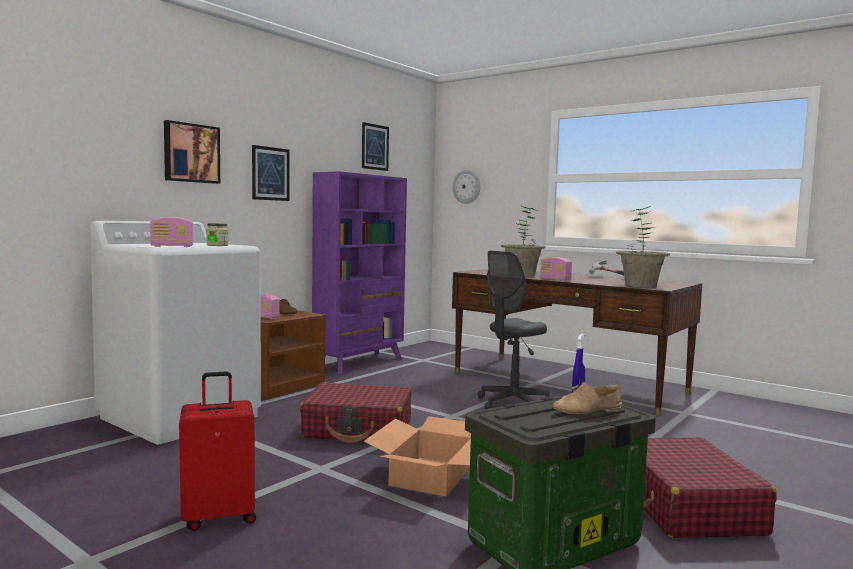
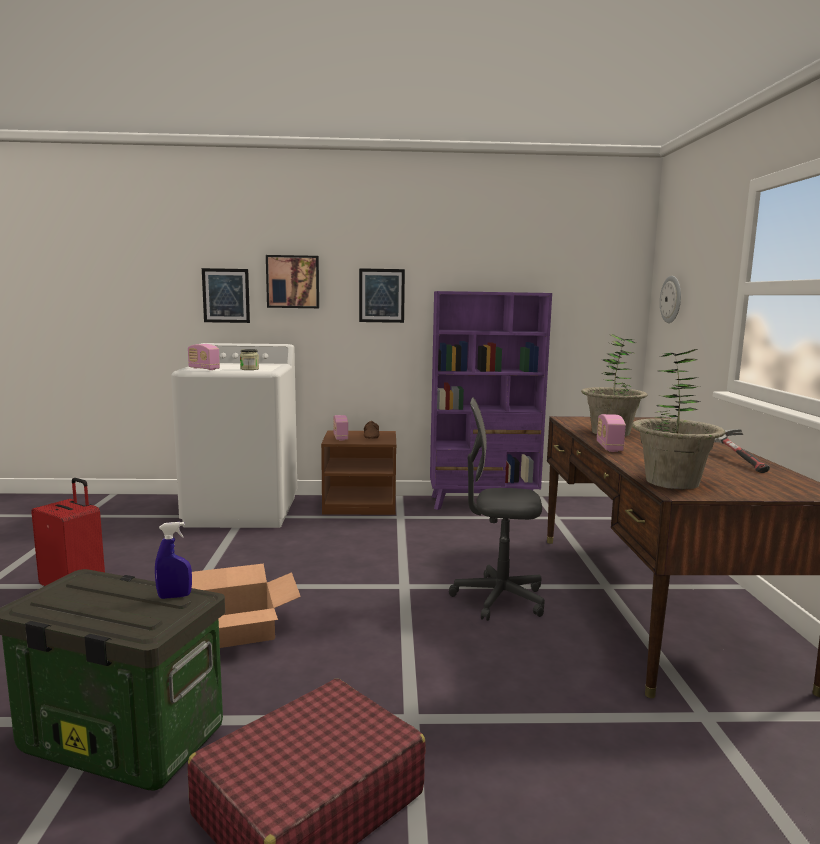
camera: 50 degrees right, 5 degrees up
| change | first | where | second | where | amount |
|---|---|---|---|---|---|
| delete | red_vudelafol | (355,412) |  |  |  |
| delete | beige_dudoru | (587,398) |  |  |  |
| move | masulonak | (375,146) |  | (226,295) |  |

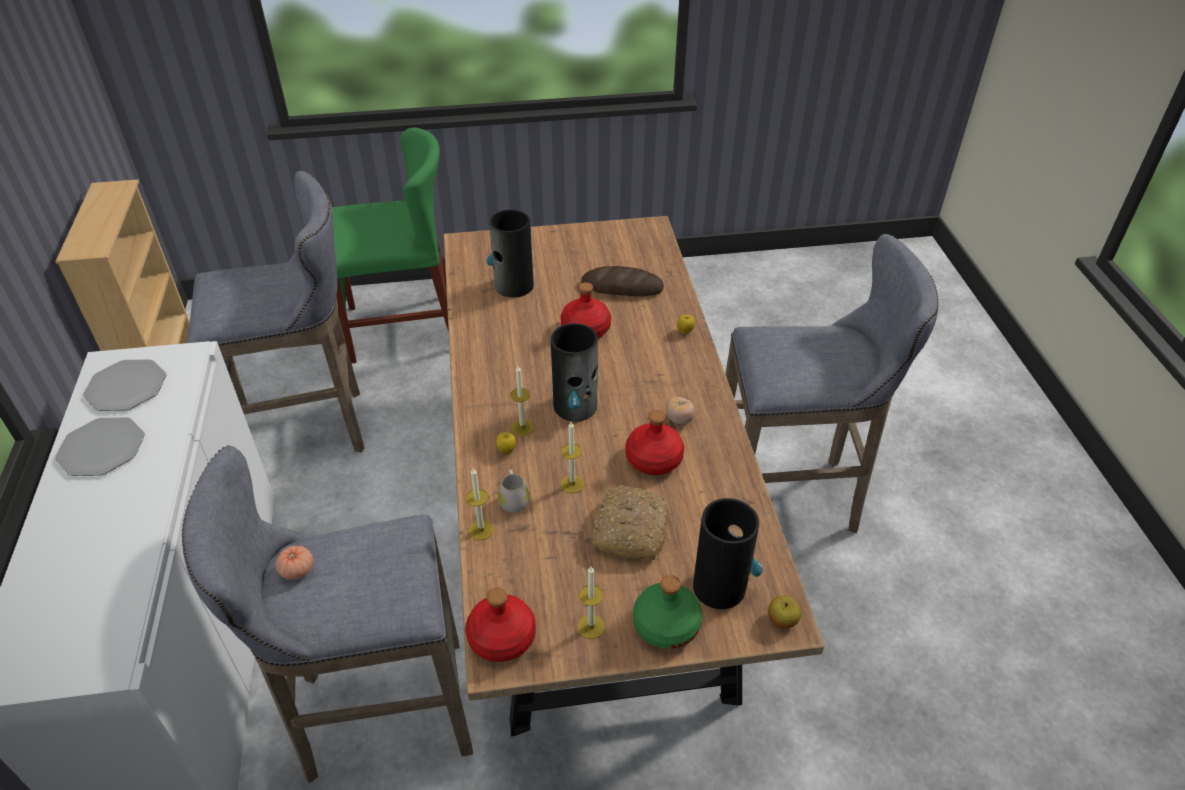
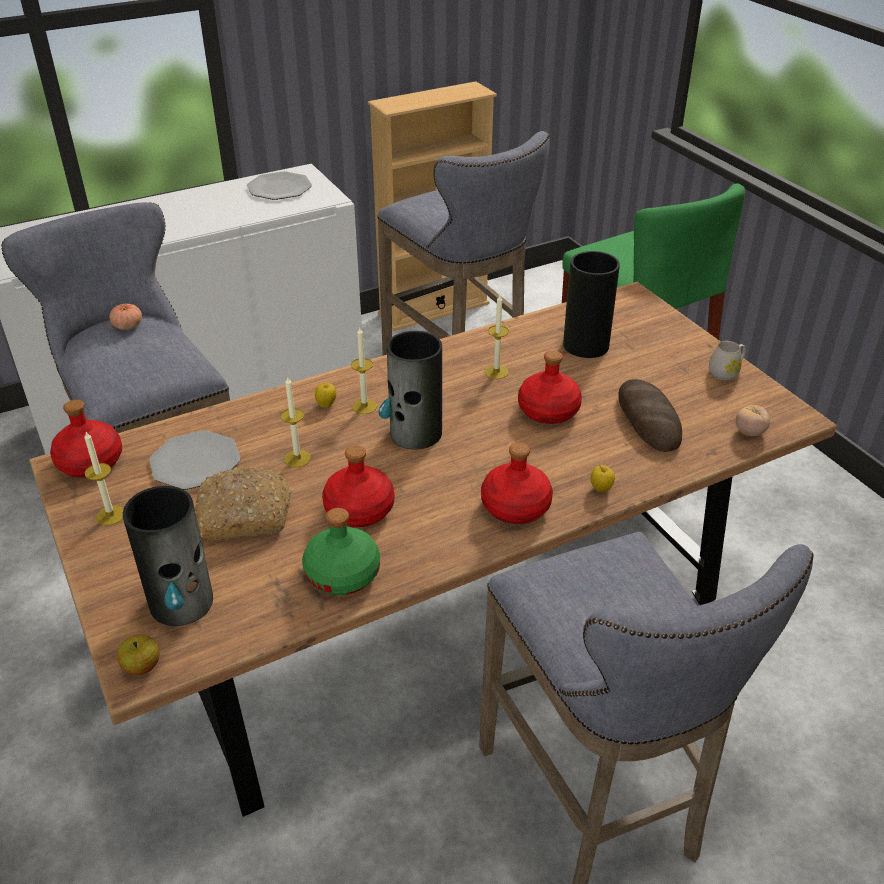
camera: 70 degrees right, 5 degrees down
| change | first | where | second | where | amount |
|---|---|---|---|---|---|
| insert |  |  | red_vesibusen | (517,483) |  |
| move | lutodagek | (100,446) |  | (195,460) |  |
| move | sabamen | (480,504) |  | (497,337) |  |
| move | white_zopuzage | (514,491) |  | (727,360) |  |
| move | green_vesibusen | (667,612) |  | (341,551) |  |
| move | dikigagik | (680,410) |  | (753,420) |  |

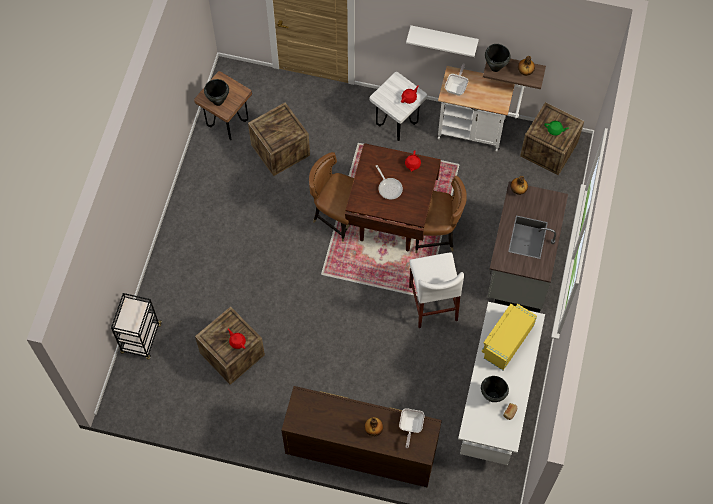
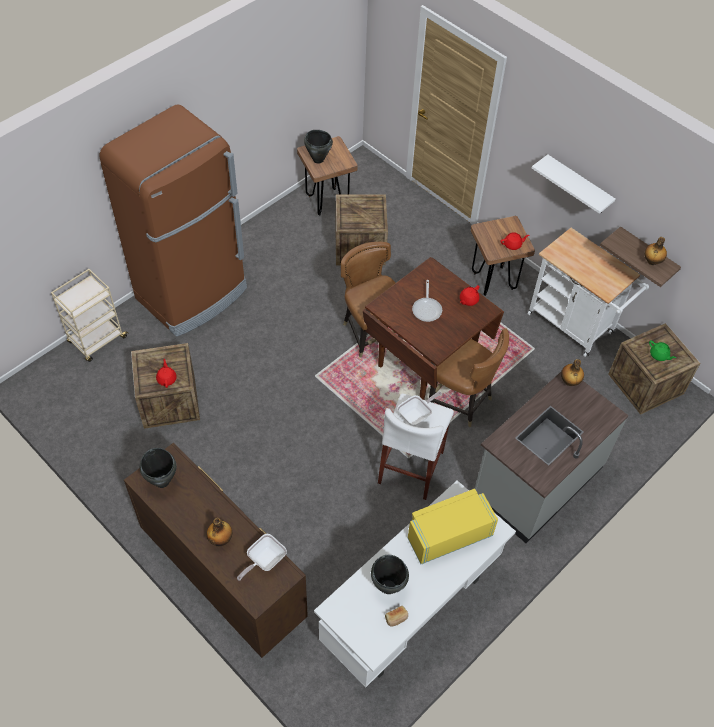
camera: 30 degrees right, 10 degrees down
| change | first | where | second | where | amount |
|---|---|---|---|---|---|
| insert |  |  | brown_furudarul | (173,221) |  |
| move | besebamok | (456,80) |  | (419,408) |  |
| move | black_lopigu | (498,58) |  | (158,468) |  |
| recolor | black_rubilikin | (136,326) | beige_rubilikin | (89,315) |  |
| recolor | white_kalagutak | (398,106) | brown_kalagutak | (503,256) |  |

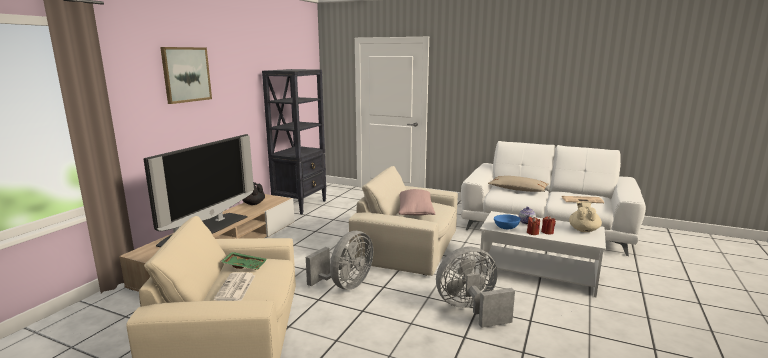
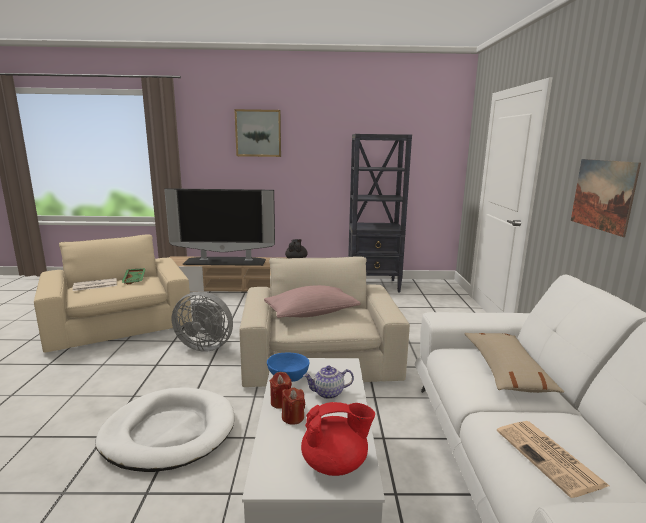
camera: 65 degrees right, 0 degrees up
| change | first | where | second | where | amount |
|---|---|---|---|---|---|
| insert |  |  | masulonak | (606,198) |  |
| replace | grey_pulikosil | (475,287) | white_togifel | (164,429) |  |
| recolor | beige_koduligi | (585,217) | red_koduligi | (338,439) |  |

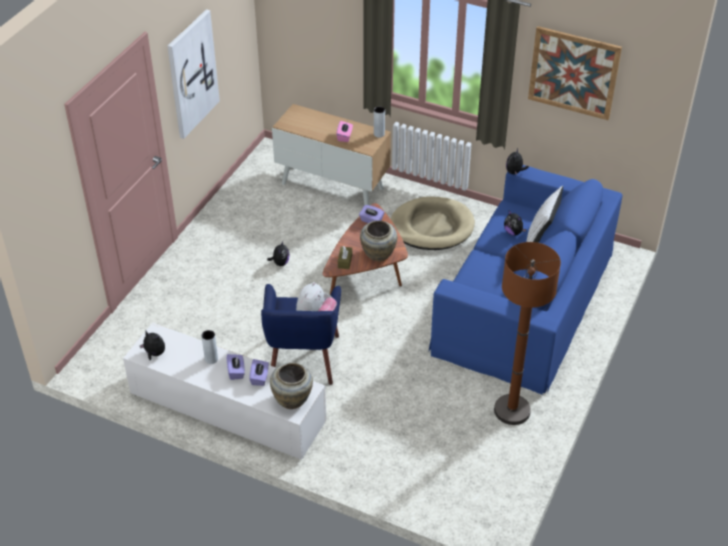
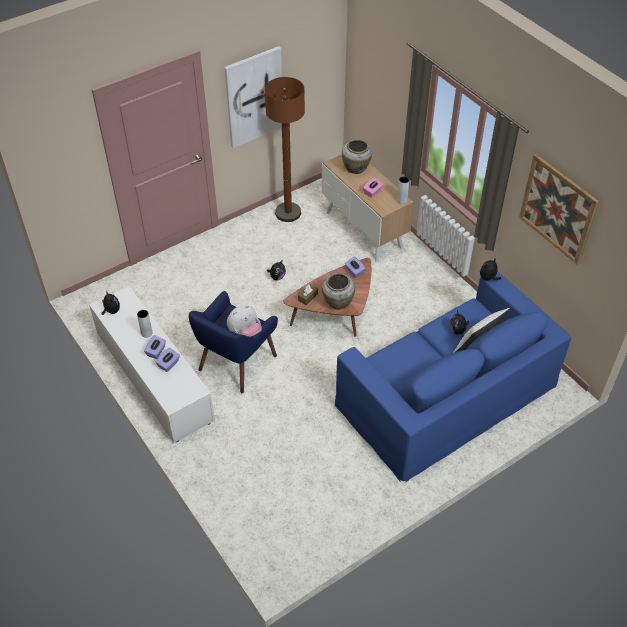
camera: 30 degrees right, 5 degrees up
| change | first | where | second | where | amount |
|---|---|---|---|---|---|
| delete | beige_togifel | (432,223) |  |  |  |
| move | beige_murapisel | (291,386) |  | (357,157) |  |
| move | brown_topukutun | (527,333) |  | (285,149) |  |

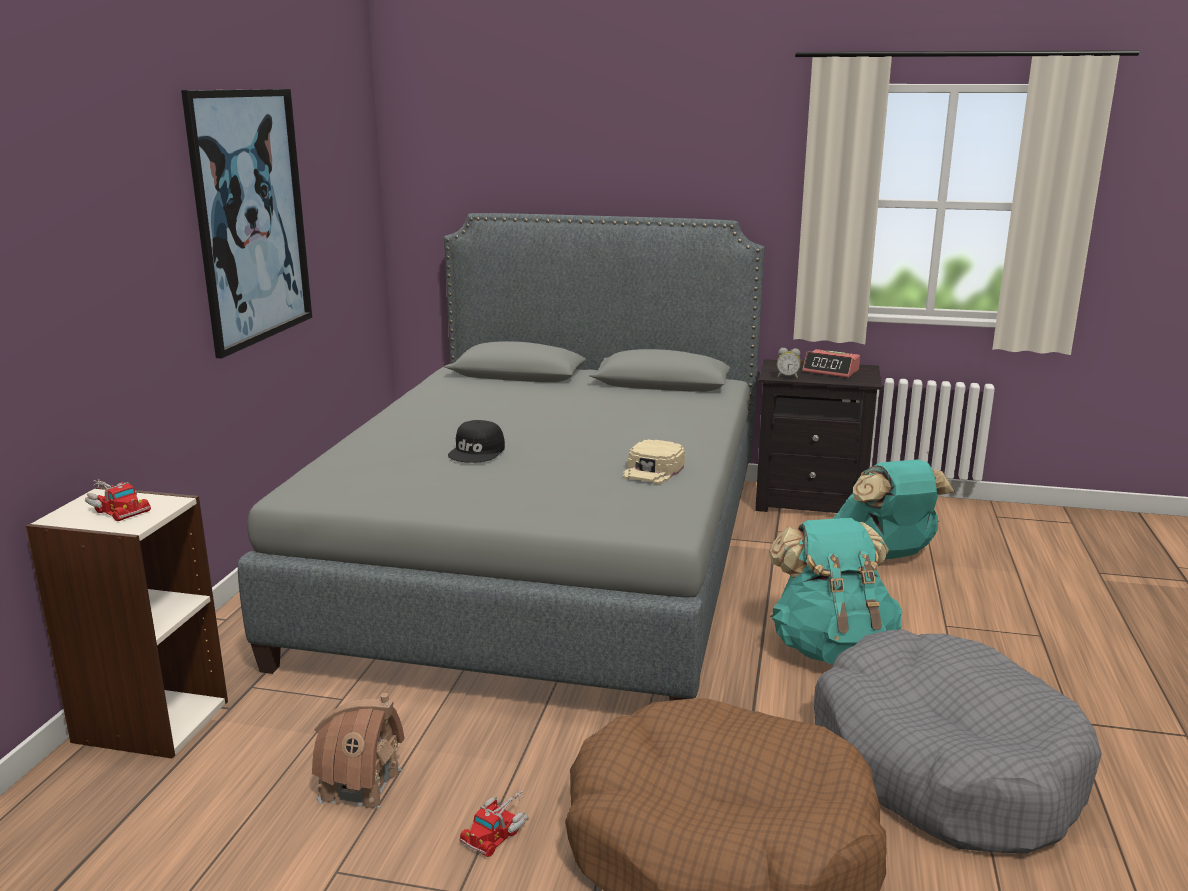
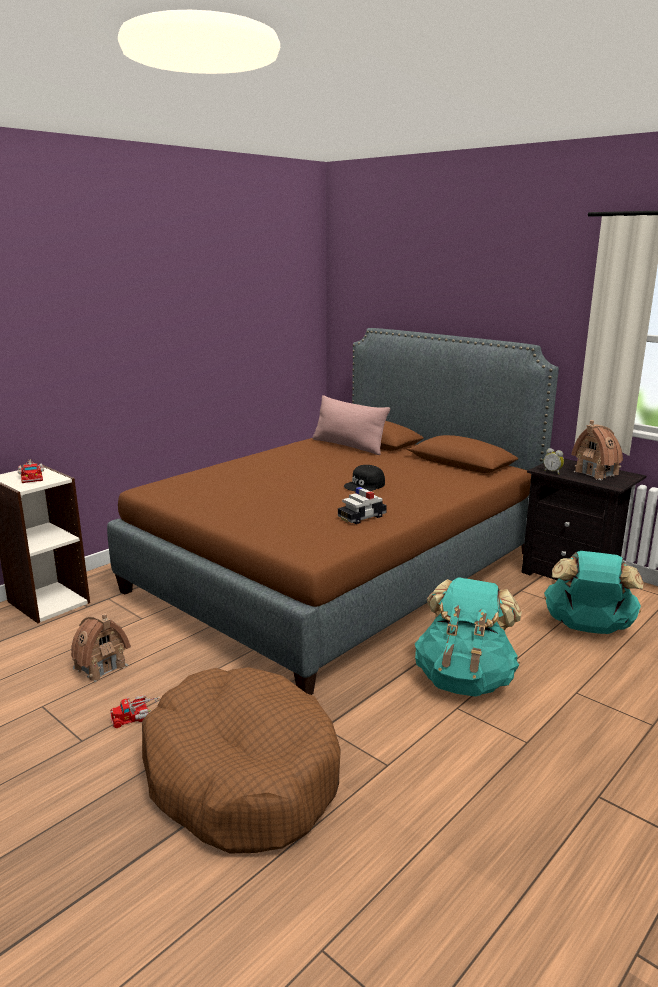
camera: 30 degrees right, 0 degrees up
| change | first | where | second | where | amount |
|---|---|---|---|---|---|
| delete | masulonak | (246,223) |  |  |  |
| delete | grey_togifel | (958,741) |  |  |  |
| insert |  |  | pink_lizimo | (351,425) |  |
| move | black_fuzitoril | (476,441) |  | (364,478) |  |
| replace | beige_fuzitoril | (654,461) | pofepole | (362,505) |  |
| replace | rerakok | (831,363) | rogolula | (597,450) |  |
| recolor | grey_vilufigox | (501,457) | brown_vilufigox | (333,511) |  |

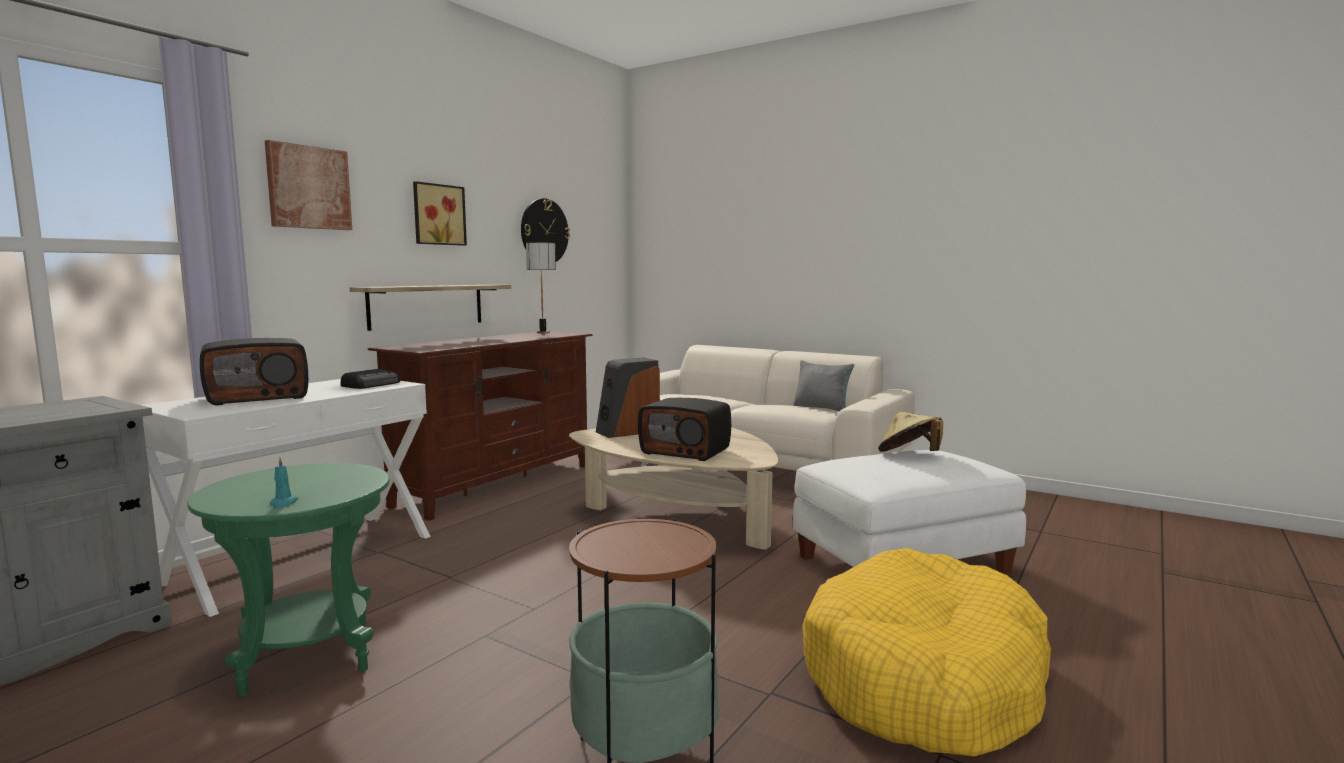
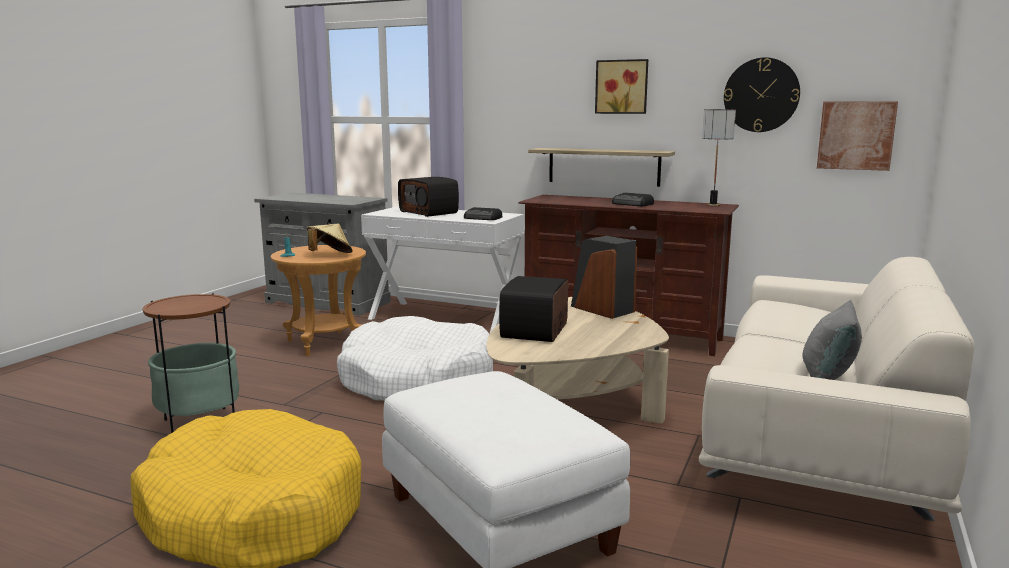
camera: 80 degrees right, 5 degrees up
| change | first | where | second | where | amount |
|---|---|---|---|---|---|
| insert |  |  | white_togifel | (415,358) |  |
| insert |  |  | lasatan | (633,199) |  |
| move | masulonak | (308,185) |  | (857,136) |  |
| move | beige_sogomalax | (910,432) |  | (330,238) |  |
| recolor | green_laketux | (288,580) | brown_laketux | (318,300) |  |

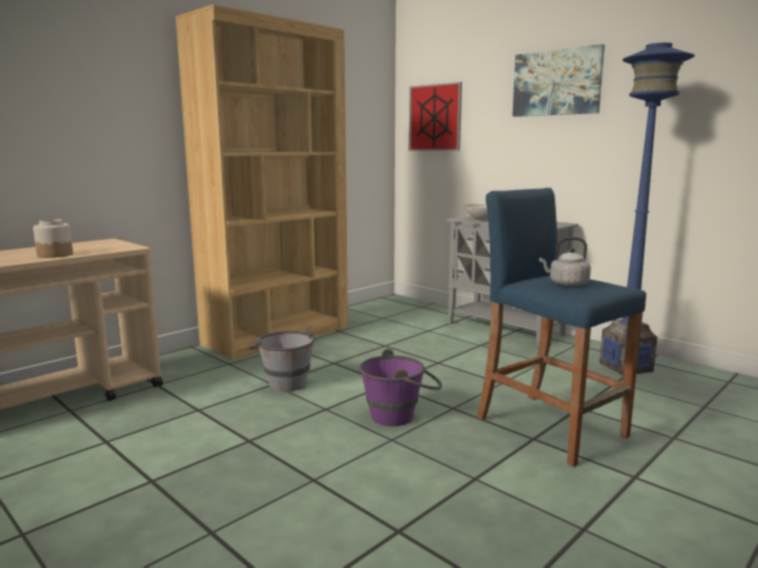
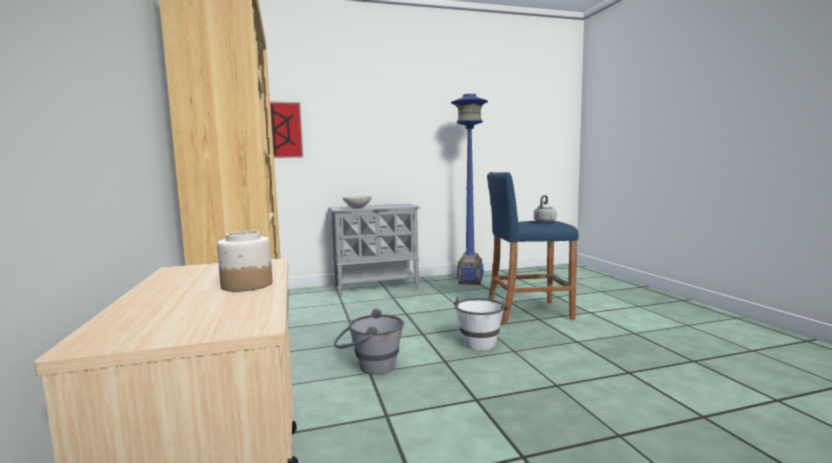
camera: 60 degrees left, 5 degrees down
| change | first | where | second | where | amount |
|---|---|---|---|---|---|
| delete | masulonak | (558,80) |  |  |  |
| recolor | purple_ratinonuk | (400,387) | white_ratinonuk | (481,324) |  |

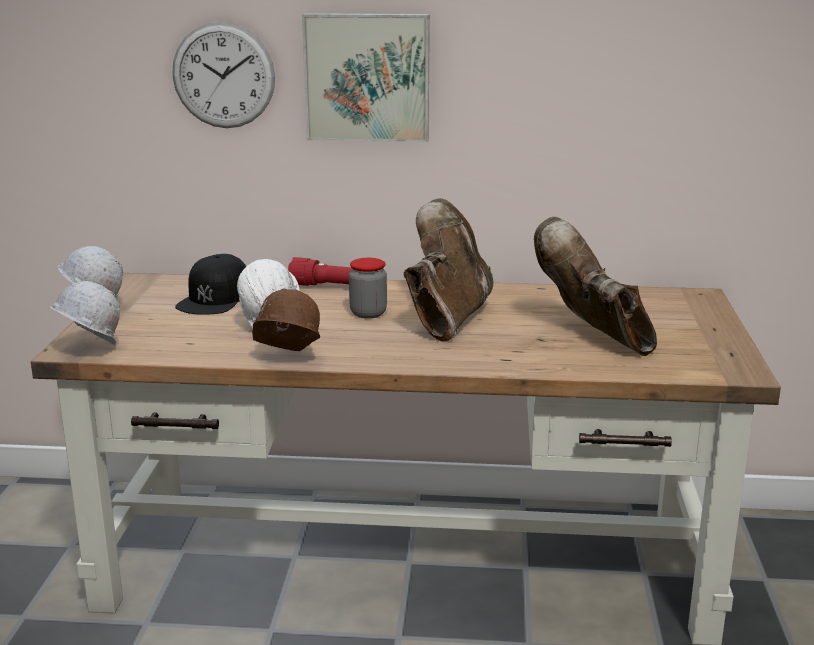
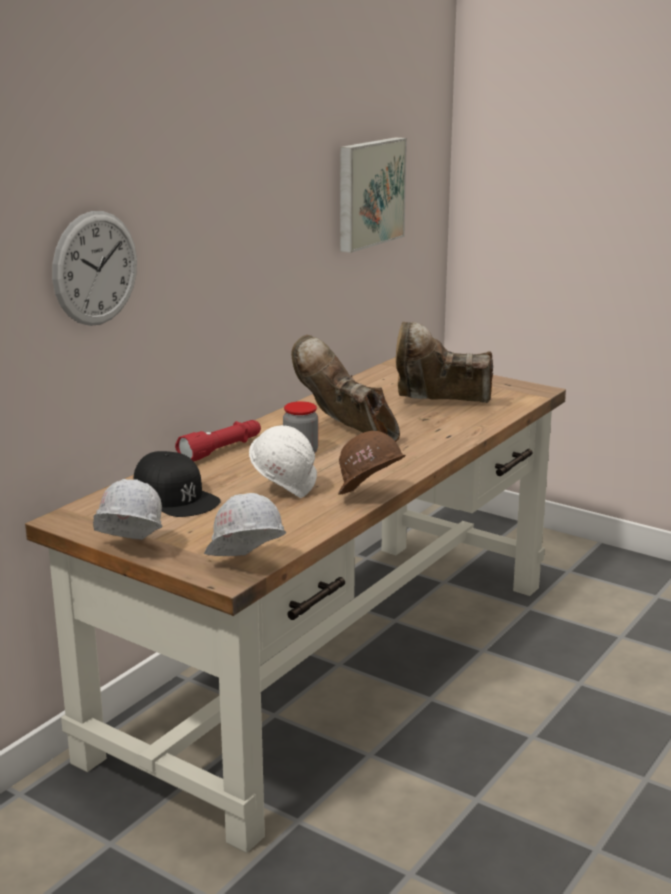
camera: 60 degrees left, 0 degrees up
| change | first | where | second | where | amount |
|---|---|---|---|---|---|
| move | masulonak | (366,77) |  | (373,195) |  |

